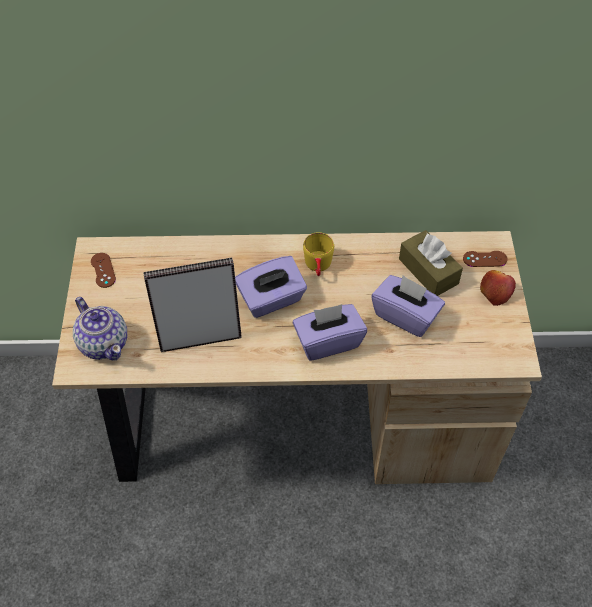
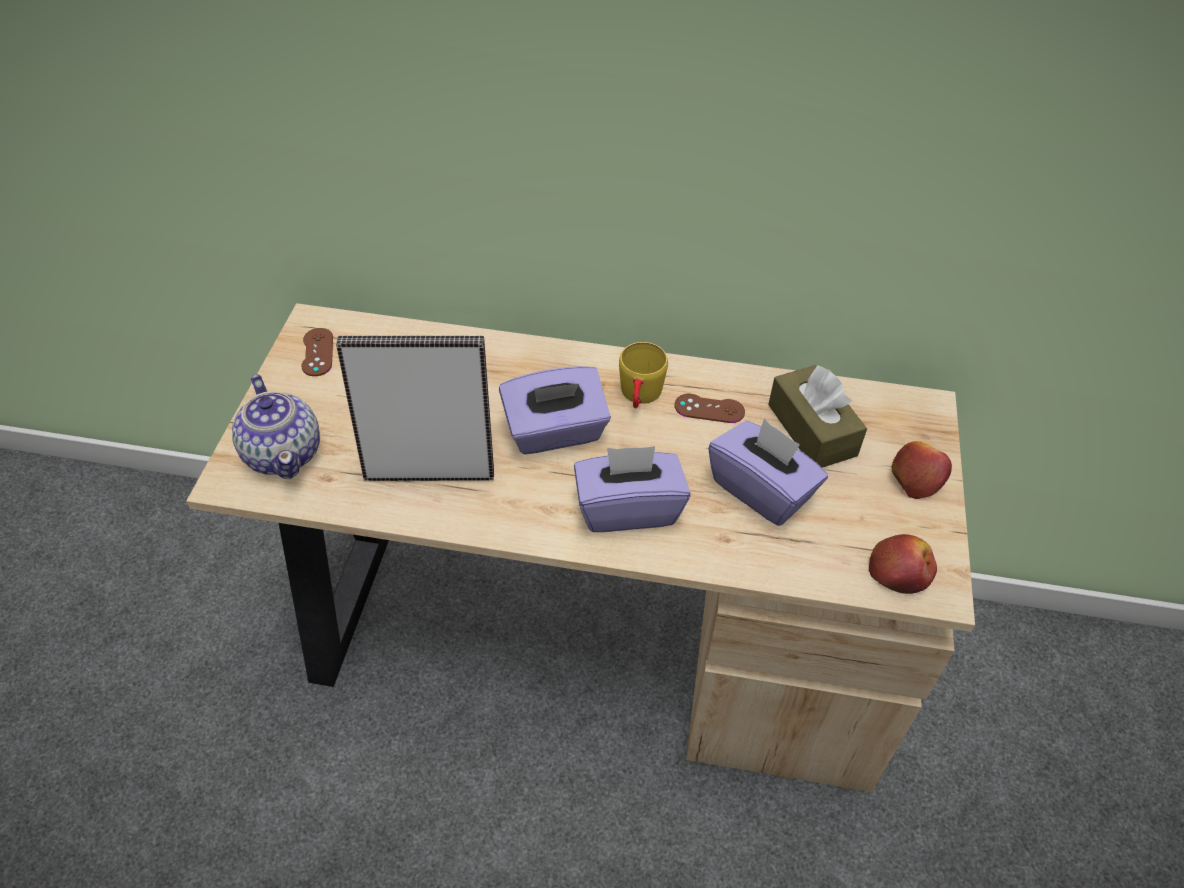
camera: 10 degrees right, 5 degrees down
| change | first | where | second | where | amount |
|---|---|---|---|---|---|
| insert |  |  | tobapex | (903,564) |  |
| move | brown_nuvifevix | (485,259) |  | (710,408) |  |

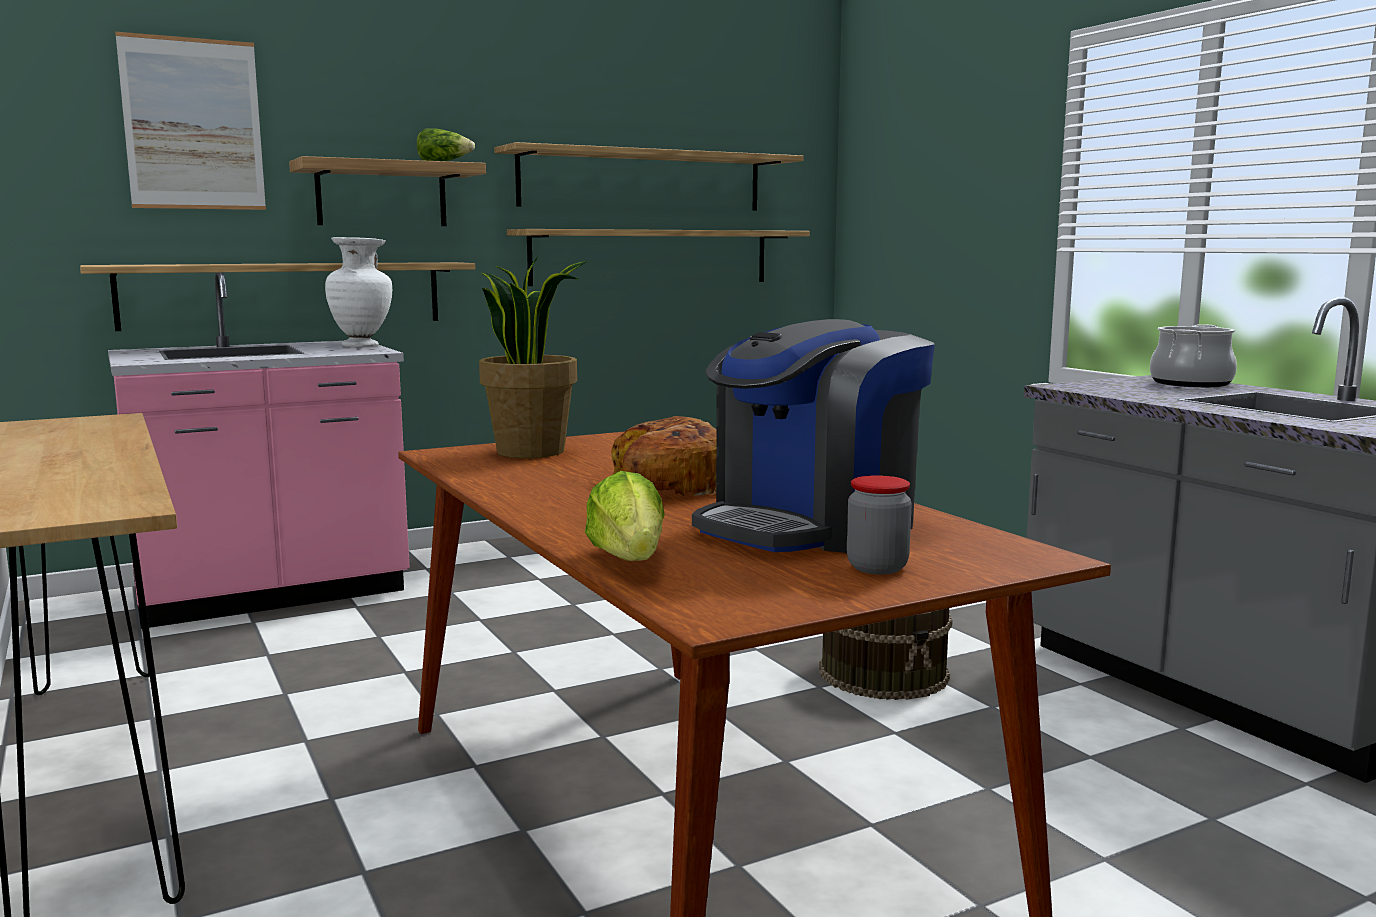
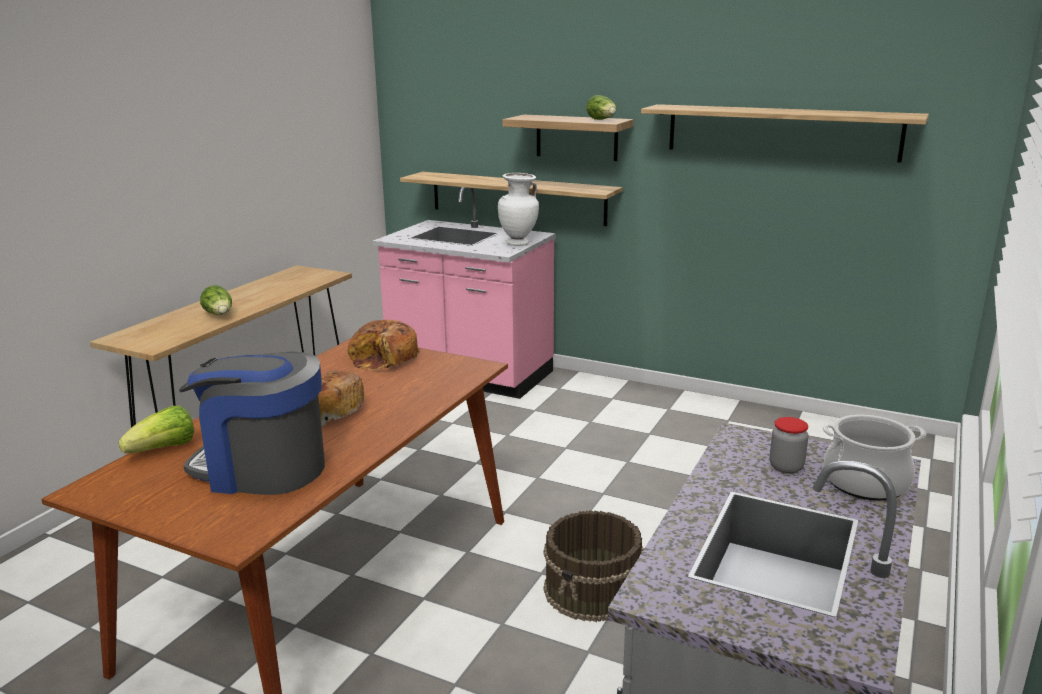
camera: 55 degrees right, 10 degrees up
| change | first | where | second | where | amount |
|---|---|---|---|---|---|
| delete | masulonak | (190,121) |  |  |  |
| delete | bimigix | (658,257) |  |  |  |
| insert |  |  | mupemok | (216,300) |  |
| move | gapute | (879,525) |  | (789,445) |  |
| replace | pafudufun | (533,357) | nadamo | (383,345) |  |

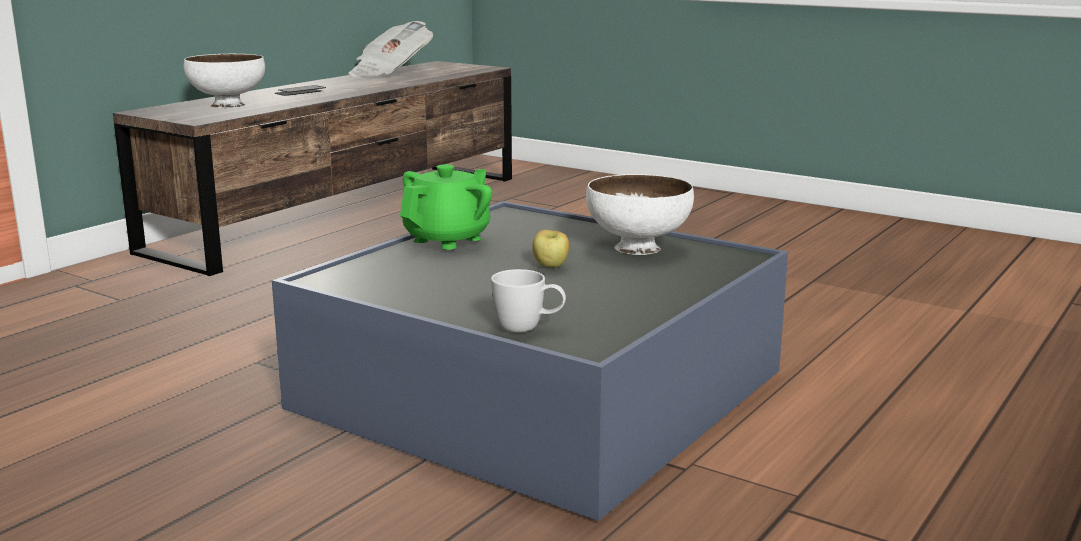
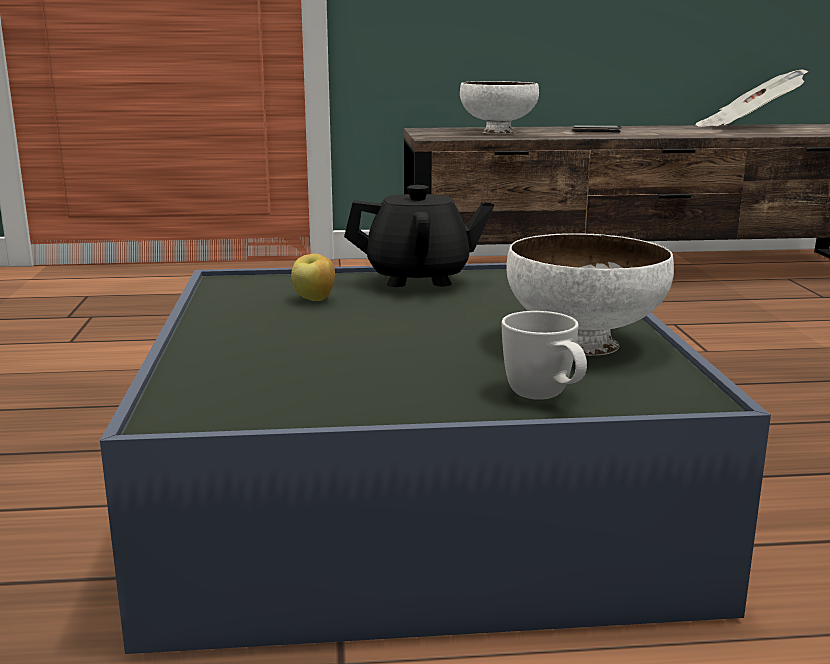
camera: 50 degrees right, 0 degrees up
| change | first | where | second | where | amount |
|---|---|---|---|---|---|
| move | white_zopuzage | (528,301) |  | (544,355) |  |
| move | tobapex | (550,249) |  | (313,277) |  |
| recolor | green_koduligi | (446,207) | black_koduligi | (419,236) |  |

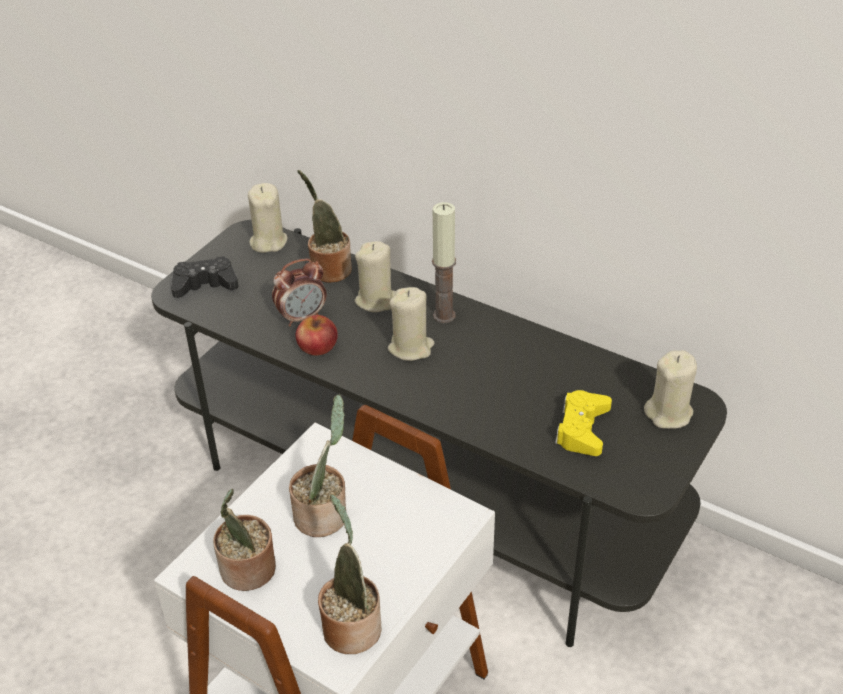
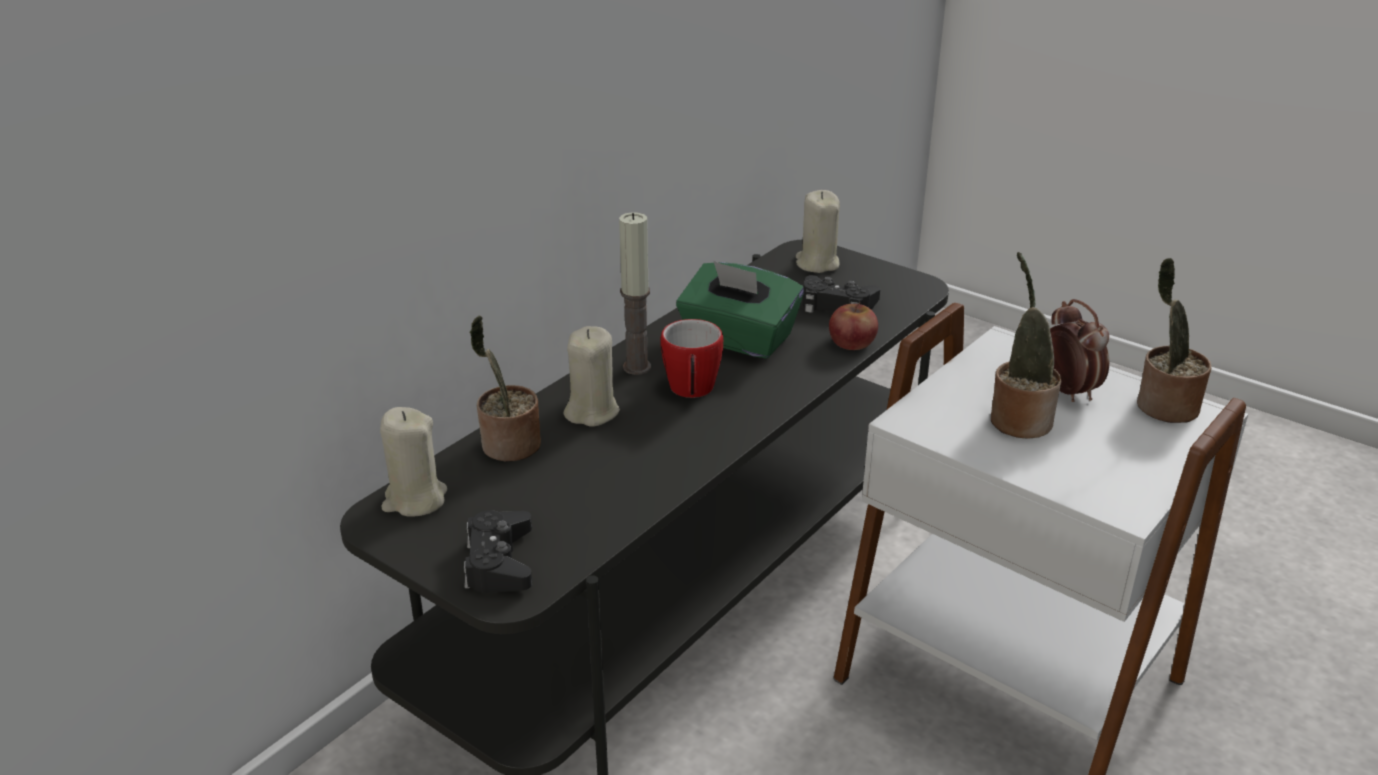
camera: 85 degrees left, 10 degrees down
| change | first | where | second | where | amount |
|---|---|---|---|---|---|
| delete | pafudufun | (244,540) |  |  |  |
| insert |  |  | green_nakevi | (740,309) |  |
| move | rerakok | (299,292) |  | (1079,350) |  |
| move | tobapex | (317,335) |  | (853,326) |  |
| replace | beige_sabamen | (411,324) | zopuzage | (692,358) |  |
| recolor | yellow_nuvifevix | (583,423) | black_nuvifevix | (841,294) |  |

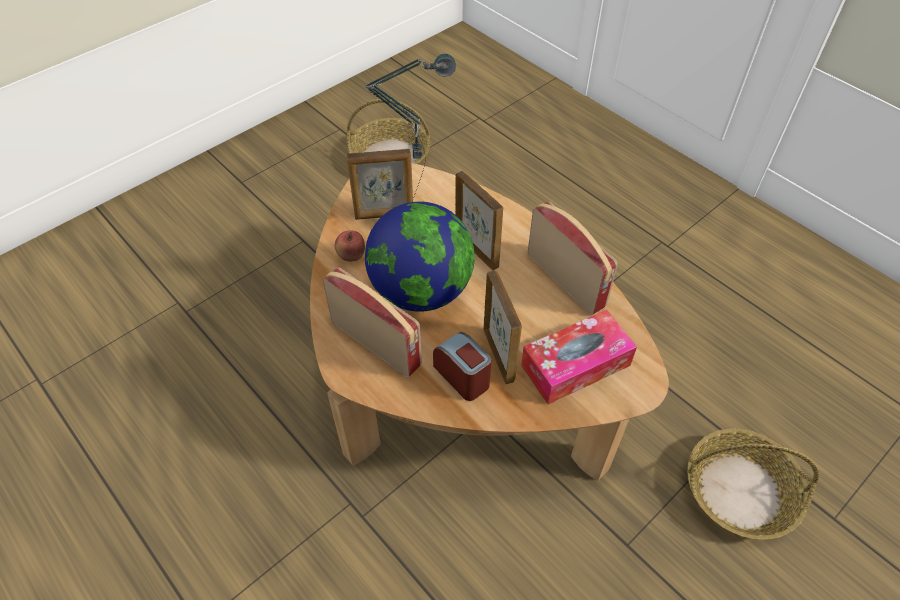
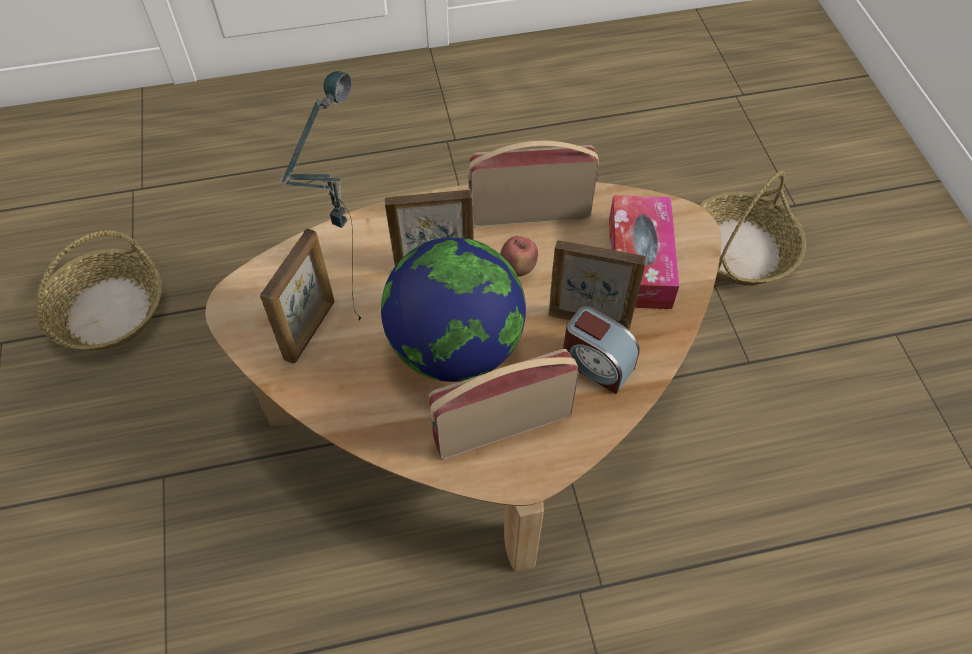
camera: 60 degrees left, 5 degrees up
| change | first | where | second | where | amount |
|---|---|---|---|---|---|
| move | tobapex | (350,246) |  | (519,256) |  |
| rotate | rerakok | (462,366) |  | (601,350) | 135 degrees counterclockwise |

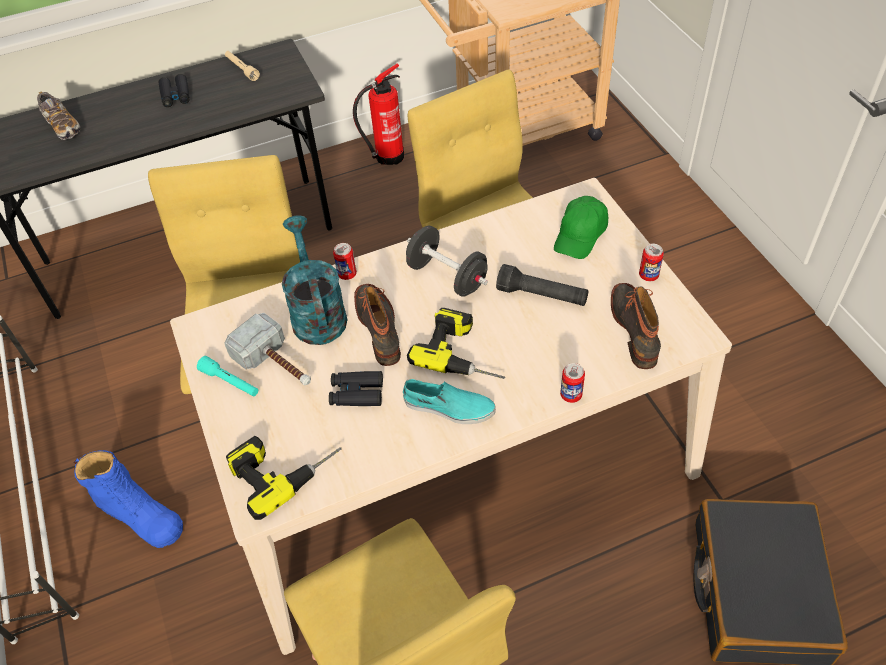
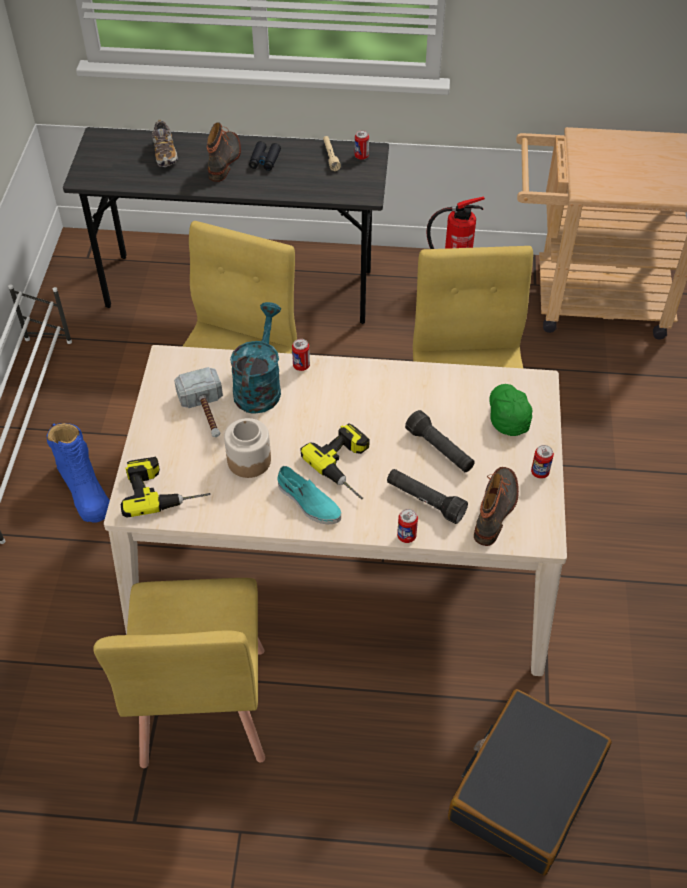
camera: 25 degrees right, 0 degrees up
| change | first | where | second | where | amount |
|---|---|---|---|---|---|
| delete | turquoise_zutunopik | (227,376) |  |  |  |
| delete | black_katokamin | (447,261) |  |  |  |
| insert |  |  | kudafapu | (362,144) |  |
| insert |  |  | black_zutunopik | (427,496) |  |
| move | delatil | (377,325) |  | (224,152) |  |
| replace | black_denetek | (356,388) | gapute | (247,448) |  |
| rotate | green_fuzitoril | (581,227) |  | (510,410) | 120 degrees clockwise |

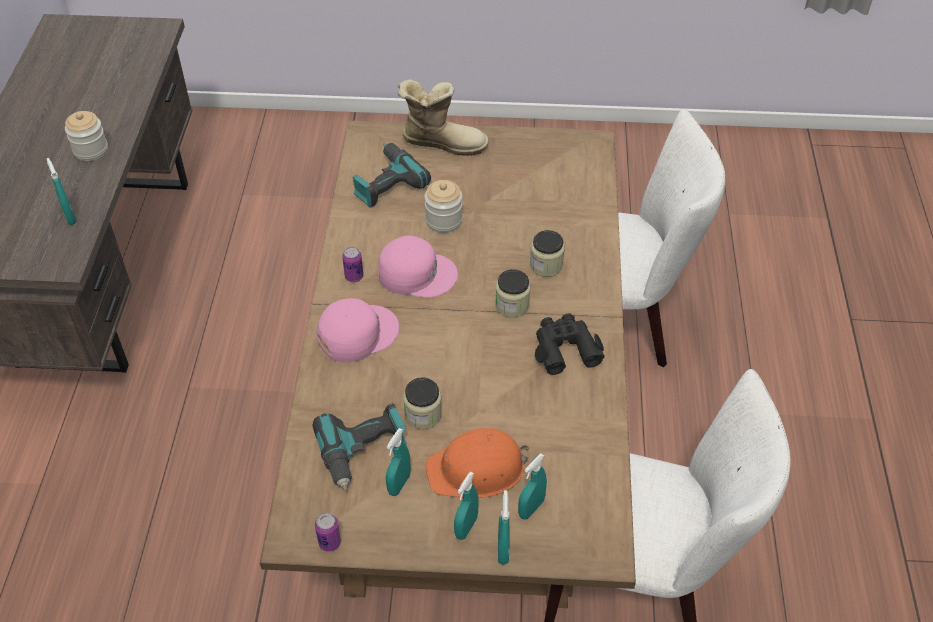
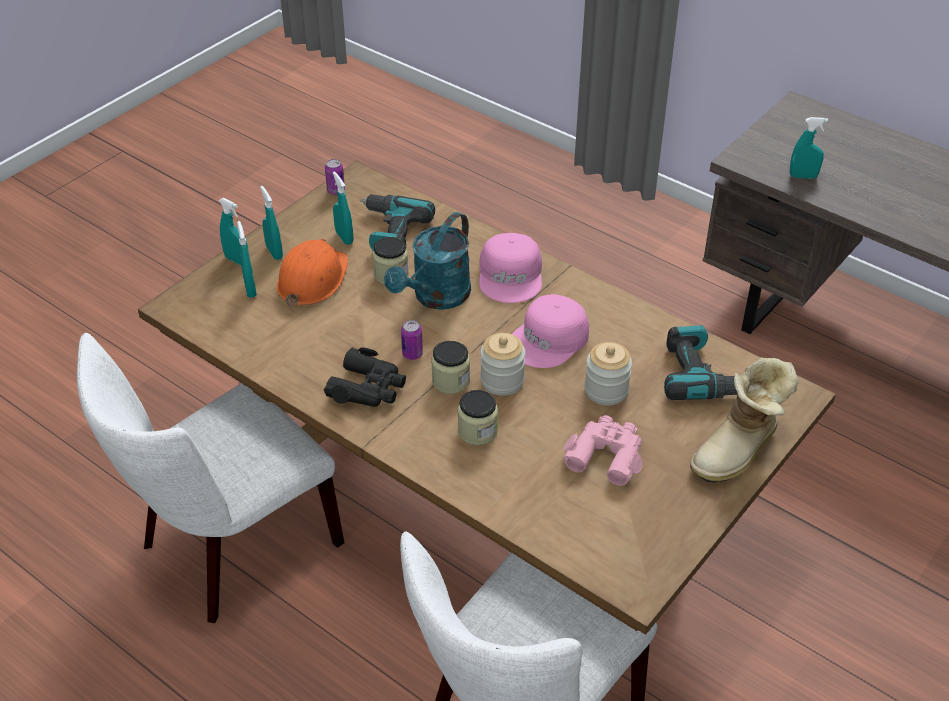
camera: 125 degrees right, 5 degrees down
| change | first | where | second | where | amount |
|---|---|---|---|---|---|
| insert |  |  | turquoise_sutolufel | (427,261) |  |
| insert |  |  | pink_denetek | (602,450) |  |
| move | gapute | (86,136) |  | (503,364) |  |
| move | kudafapu | (352,264) |  | (412,340) |  |

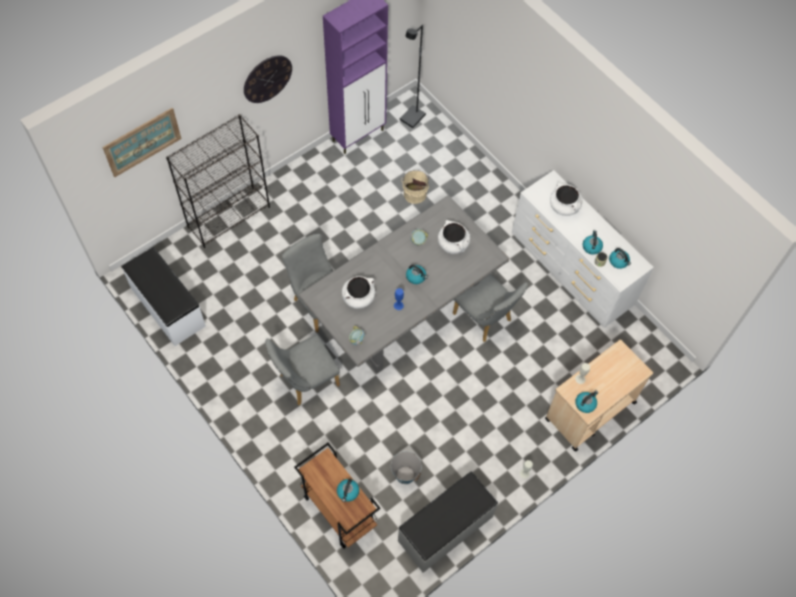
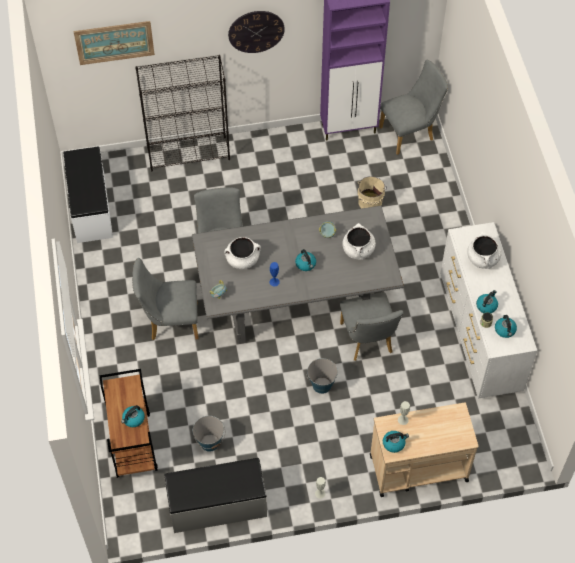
camera: 30 degrees right, 5 degrees down
| change | first | where | second | where | amount |
|---|---|---|---|---|---|
| insert |  |  | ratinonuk | (322,376) |  |
| replace | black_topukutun | (413,76) | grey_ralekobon | (413,107) |  |

